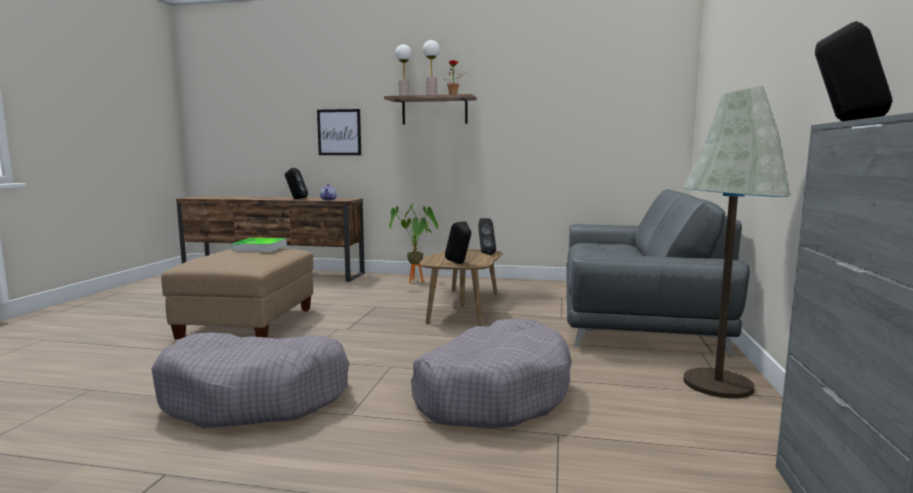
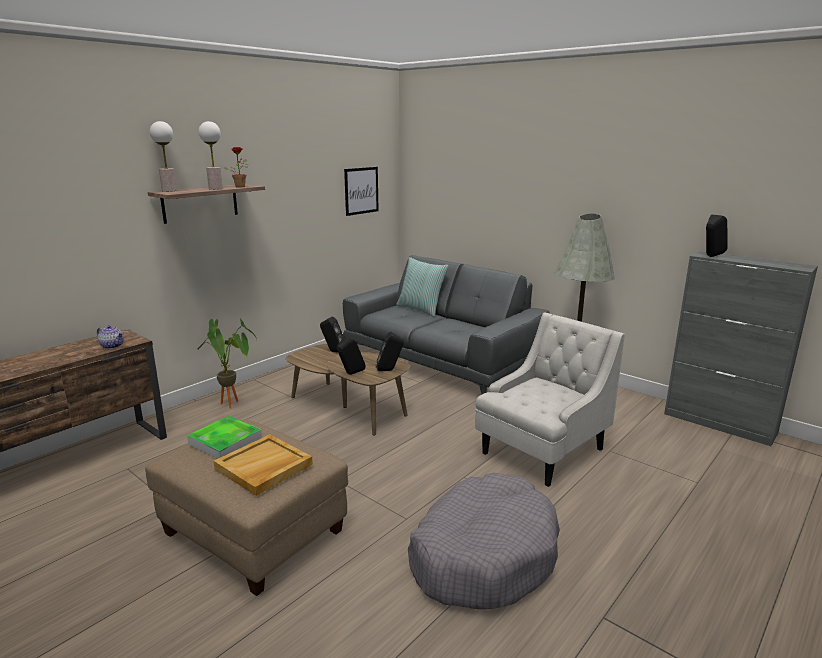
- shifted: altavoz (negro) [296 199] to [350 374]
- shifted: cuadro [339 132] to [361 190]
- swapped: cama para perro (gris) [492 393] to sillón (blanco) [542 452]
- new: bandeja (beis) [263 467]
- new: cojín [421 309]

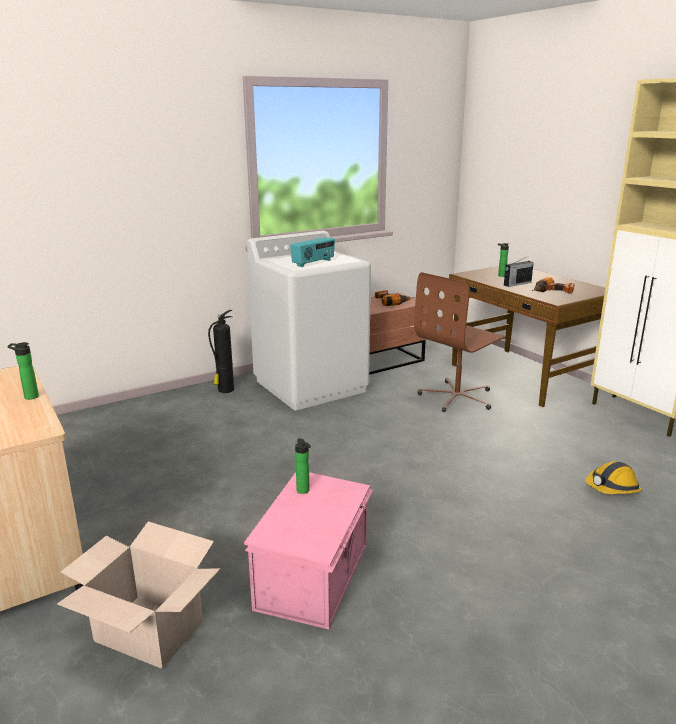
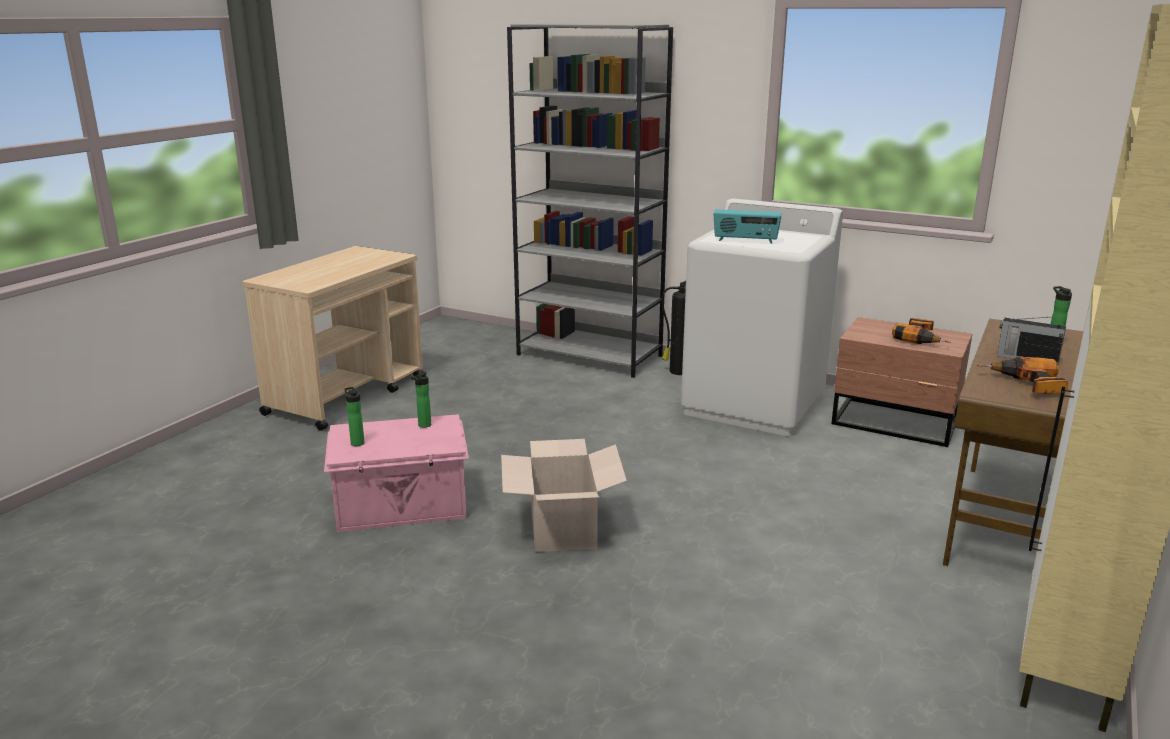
- shifted: botella [29 397] to [356 442]
- shifted: caja de cartón [150 630] to [564 529]
- gone: silla de oficina (marrón) [457 397]
- gone: casco [612 488]
- new: estantería (gris) [590 355]

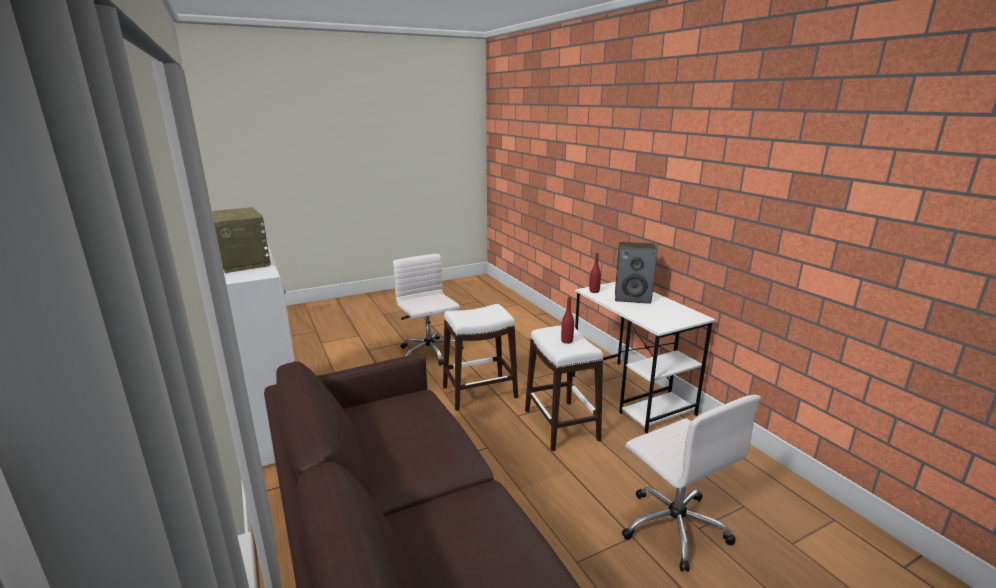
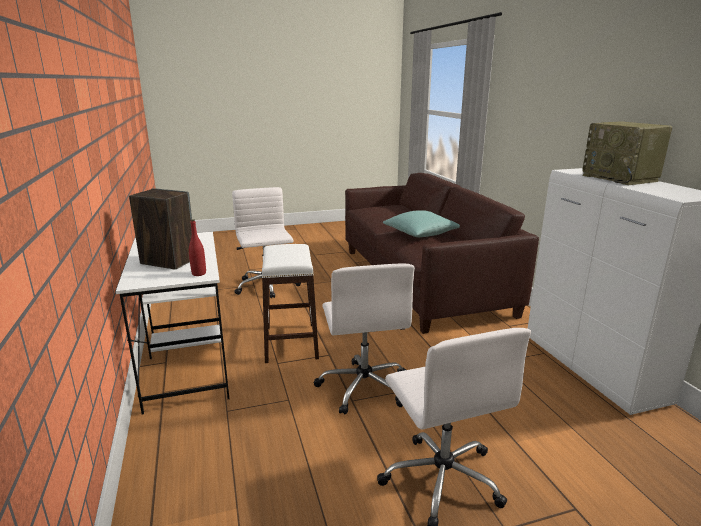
- swapped: taburete (blanco) [479 392] to silla de oficina (blanco) [364 386]
- gone: botella (rojo) [567 341]
- new: cojín (turquesa) [421 233]

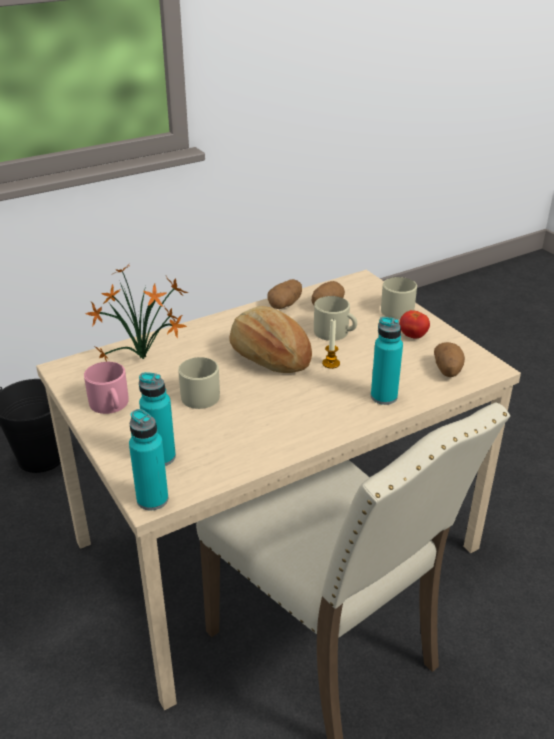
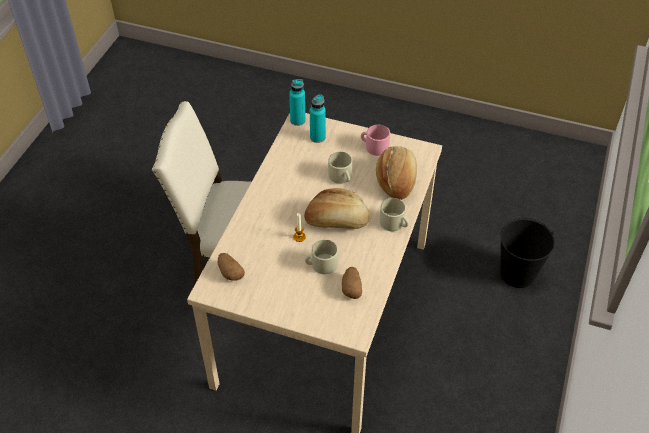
- swapped: planta en maceta [146 359] to pan [396 180]
- gone: patata [285 304]
- gone: botella (turquesa) [384 397]
- shifted: taza grande (beis) [396 309] to [394 223]
- gone: tomate [413 336]

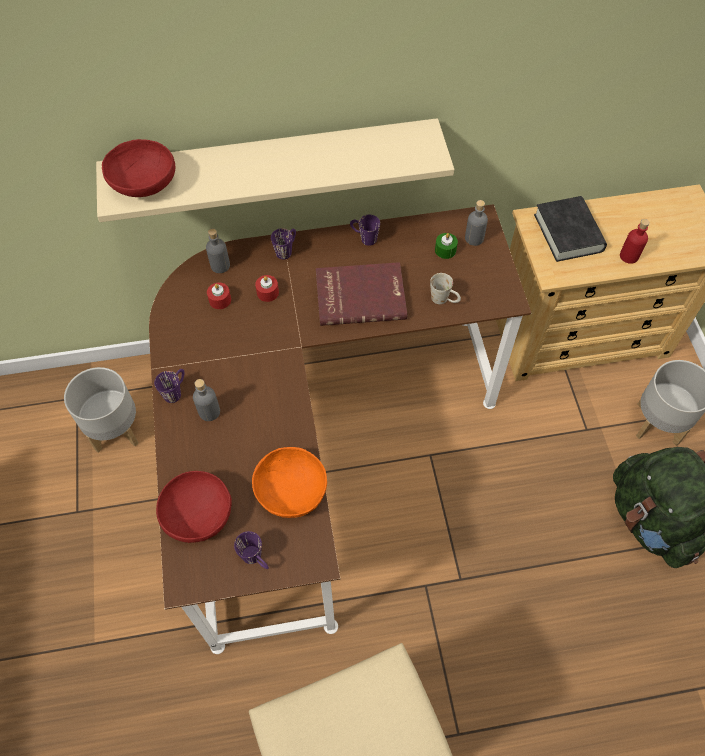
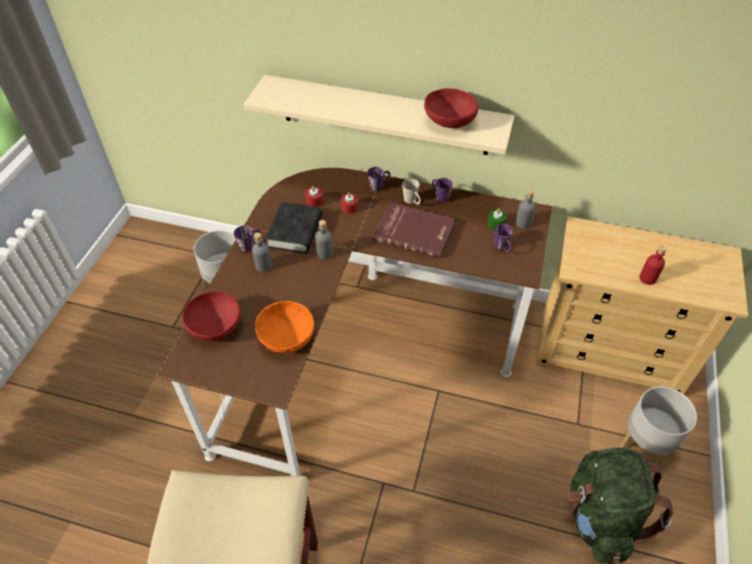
- shifted: cuenco (rojo) [143 185] to [448 122]
- shifted: botella (gris) [220 265] to [325 253]
- shifted: taza grande (morado) [256 559] to [502 248]
- shifted: taza grande (blanco) [444 300] to [412 202]
- shifted: libro (negro) [568 233] to [295 231]

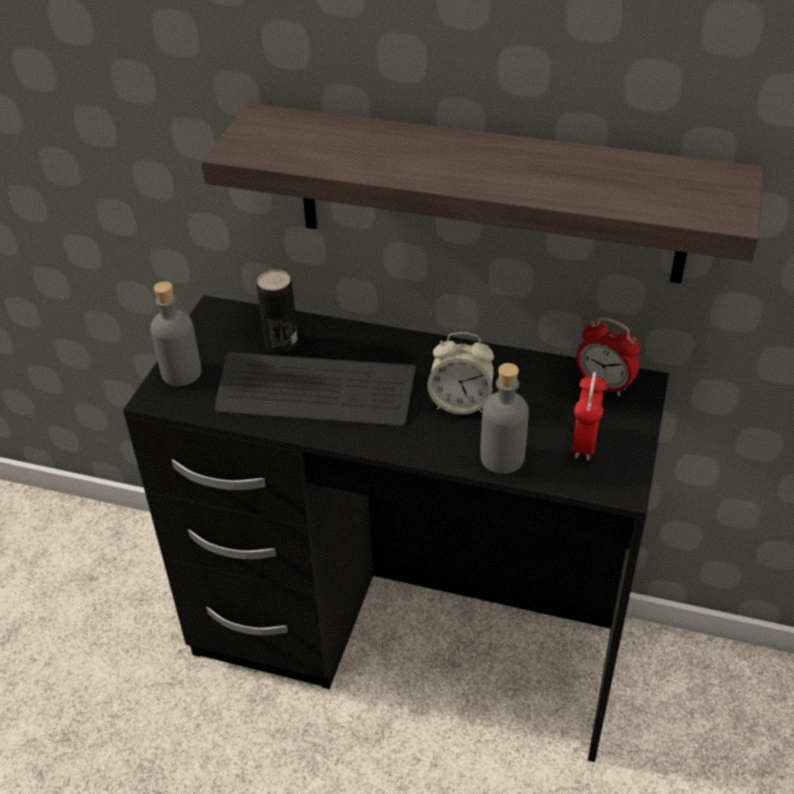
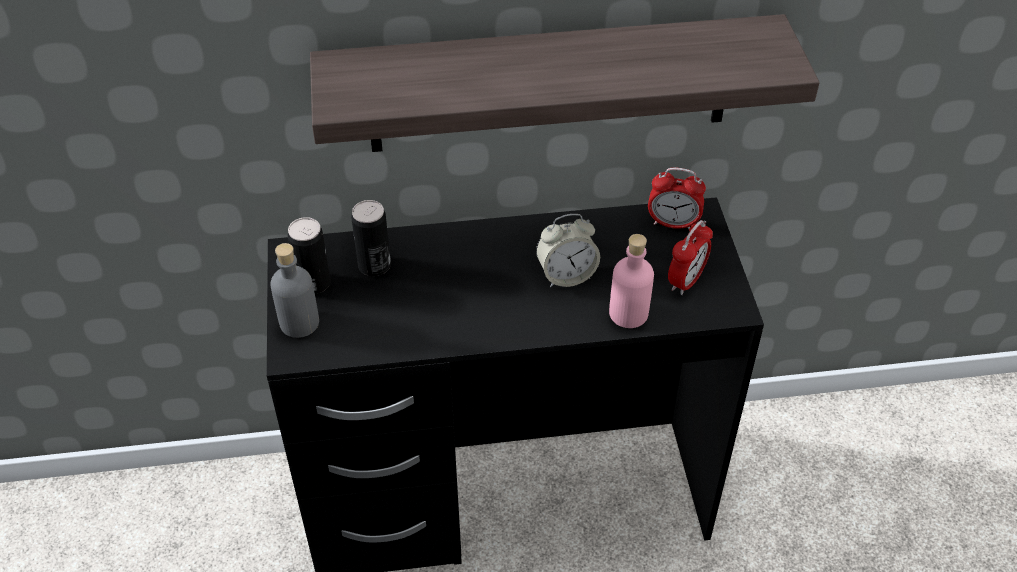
- gone: teclado [315 392]
- repainted: botella (gris) [502 458] to botella (rosa) [628 313]
- rotated: despertador [584 444] = [686 281] 135 degrees counterclockwise
- new: lata [314 283]

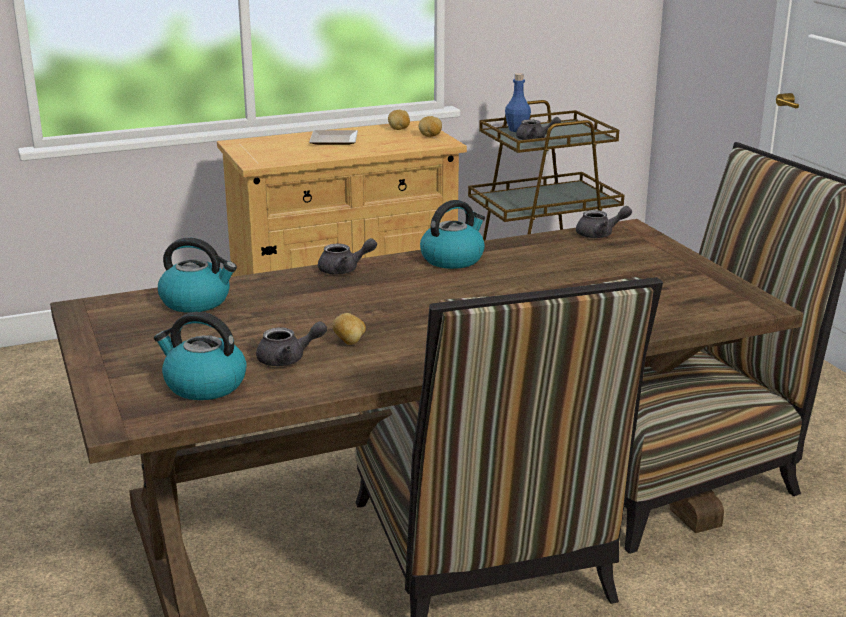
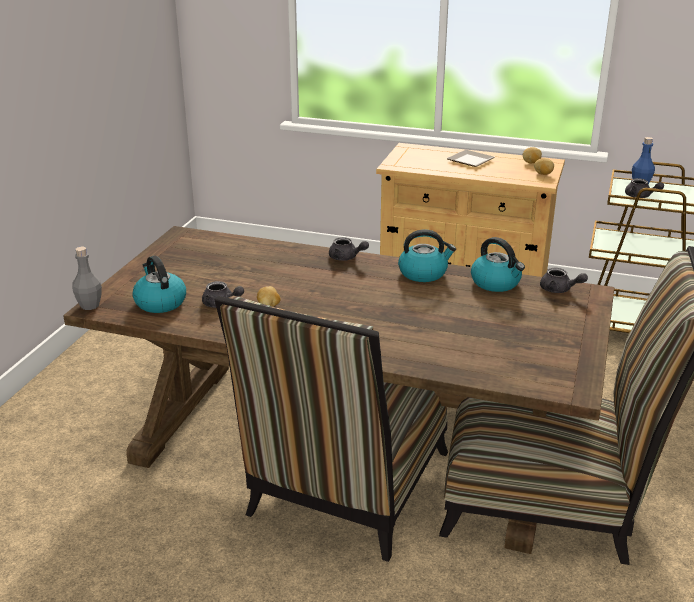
- shifted: hervidor [197 301] to [496 283]
- new: botella (gris) [90 305]

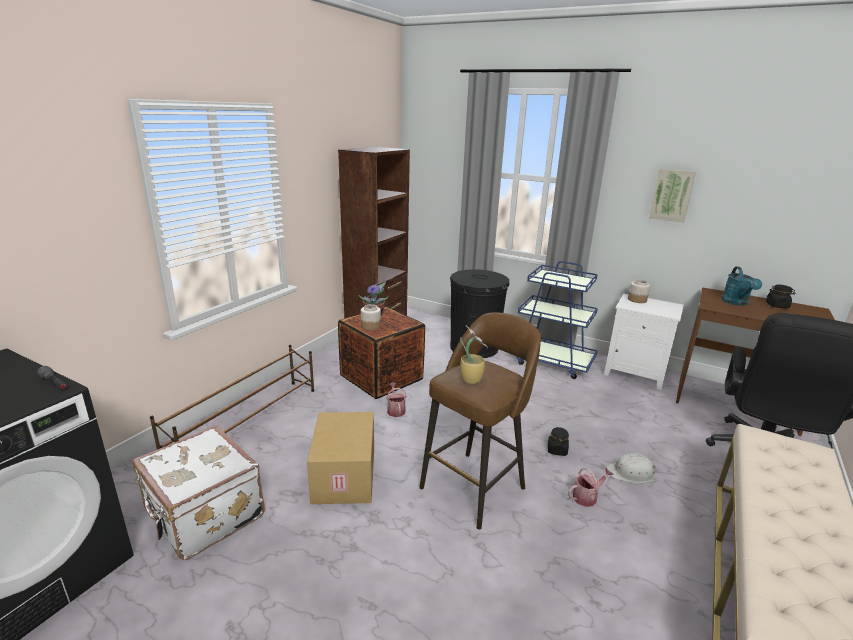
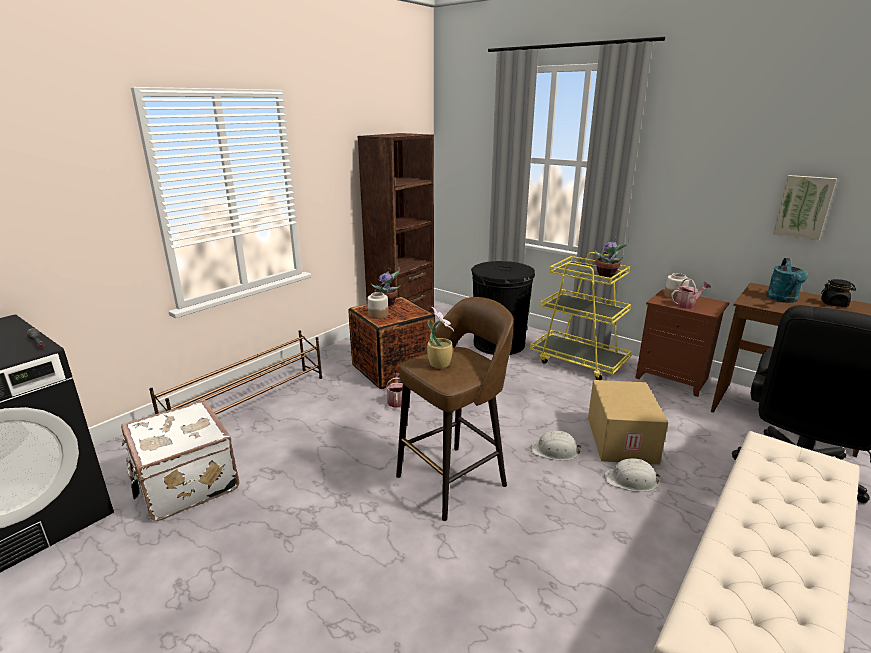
- shifted: caja de cartón [343 475] to [619 439]
- repainted: carrito (azul) [550 361] to carrito (amarillo) [578 362]
- swapped: tarro (negro) [557 450] to casco (blanco) [554 451]
- shifted: regadera [587 497] to [687 305]
- repainted: mesita de noche (blanco) [636 373] to mesita de noche (marrón) [674 378]
- shifted: cuadro [672 195] to [804 207]
- new: planta en maceta [607 275]

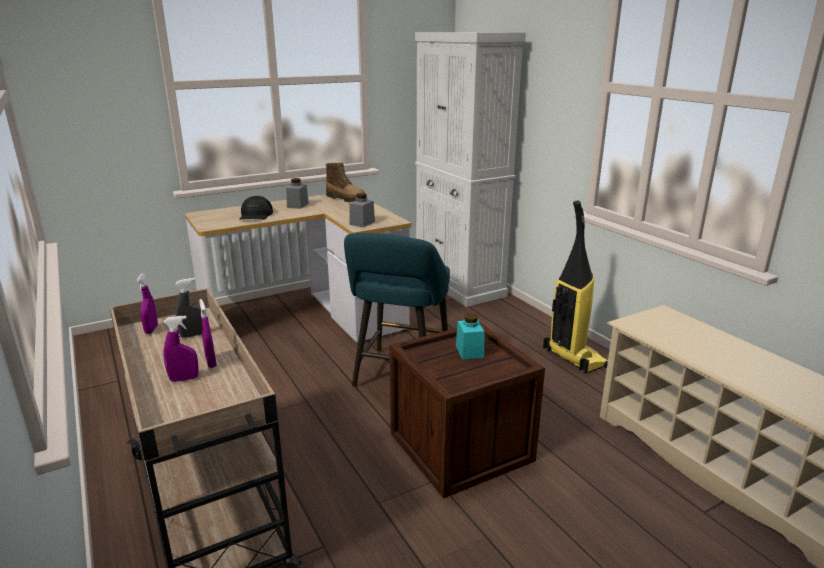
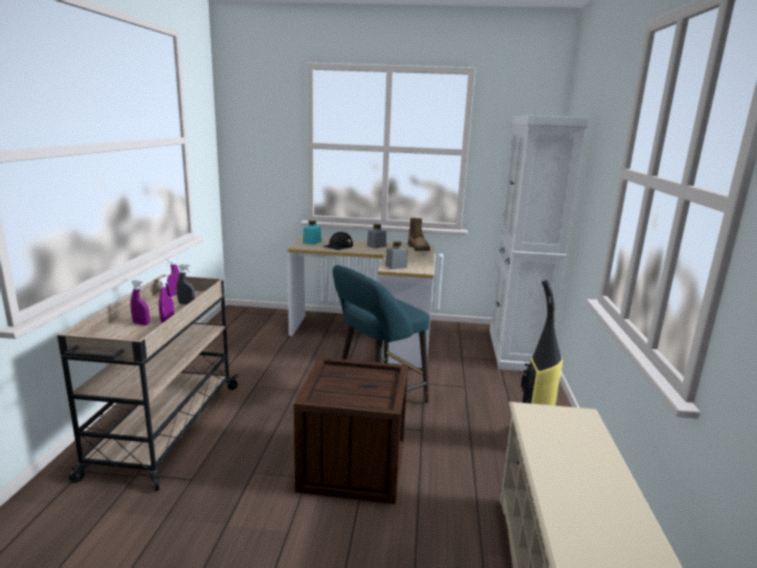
- shifted: tarro (turquesa) [469 351] to [312 242]

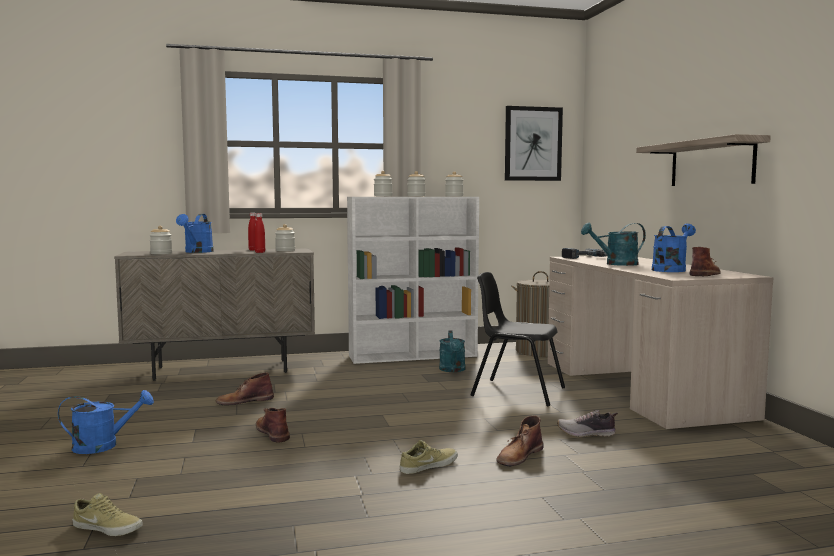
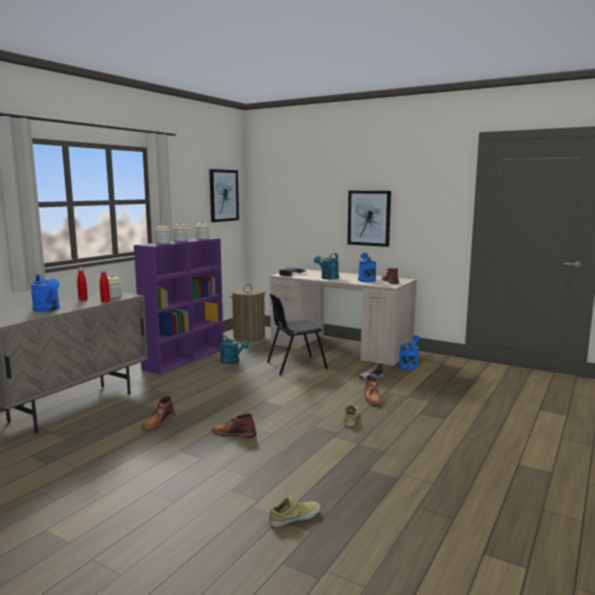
- shifted: regadera (azul) [104 446] to [409 364]
- gone: tarro [161 253]
- repainted: estantería (blanco) [414 356] to estantería (morado) [185 358]
- swapped: estante [711 163] to cuadro [369 218]

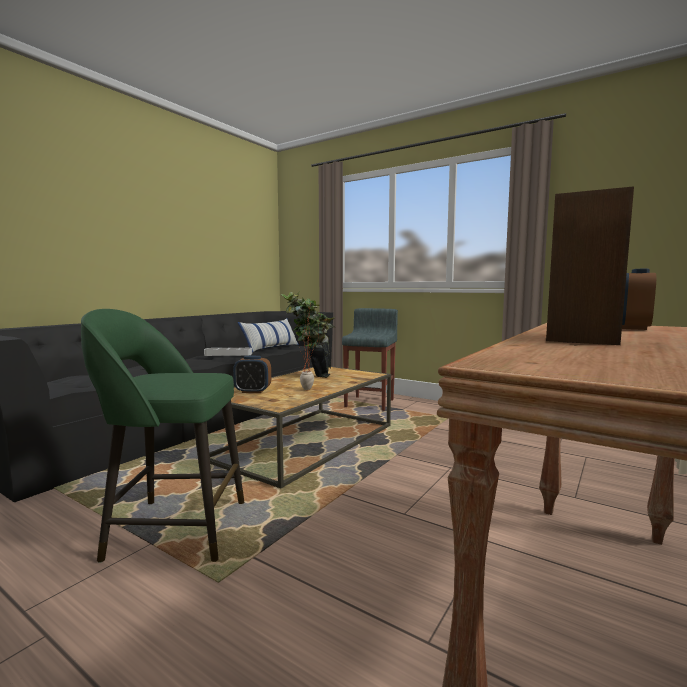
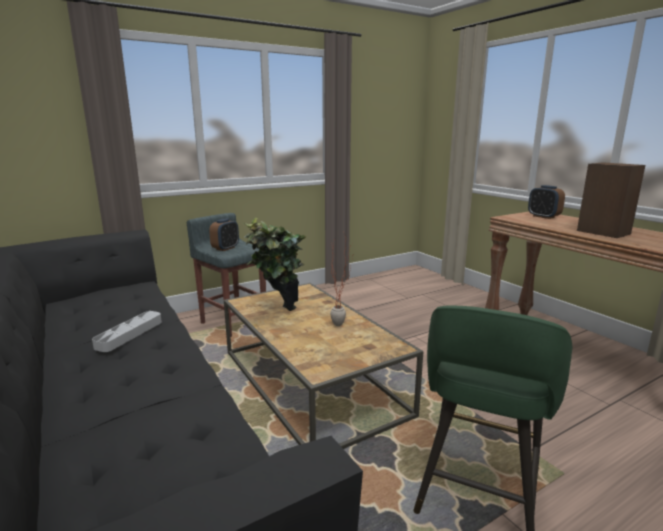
- shifted: despertador [253 391] to [225 248]
- gone: cojín [271 348]

